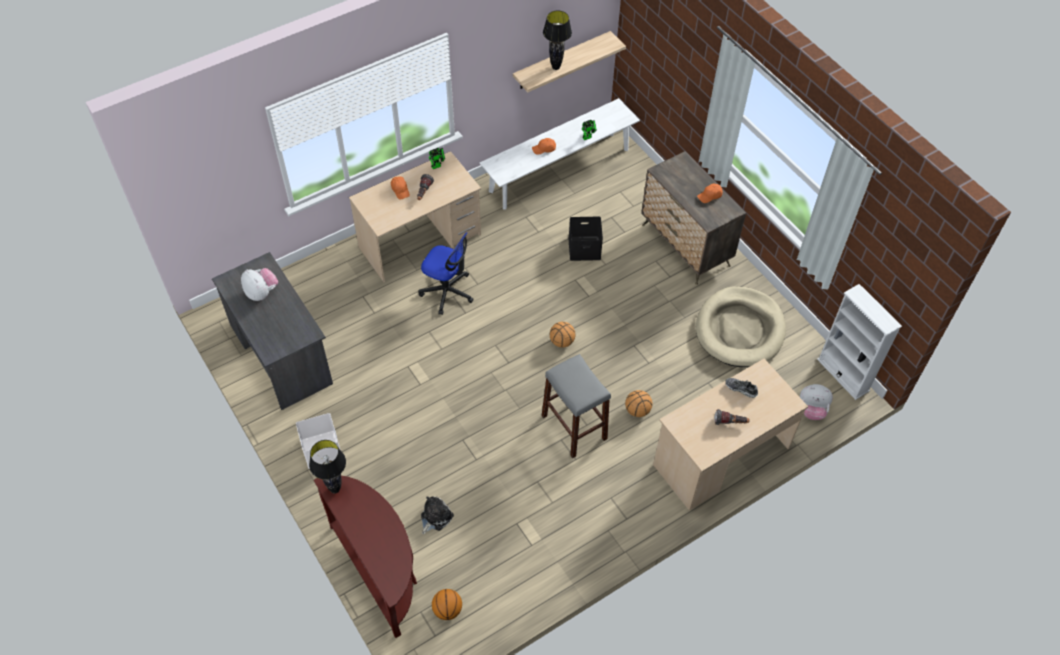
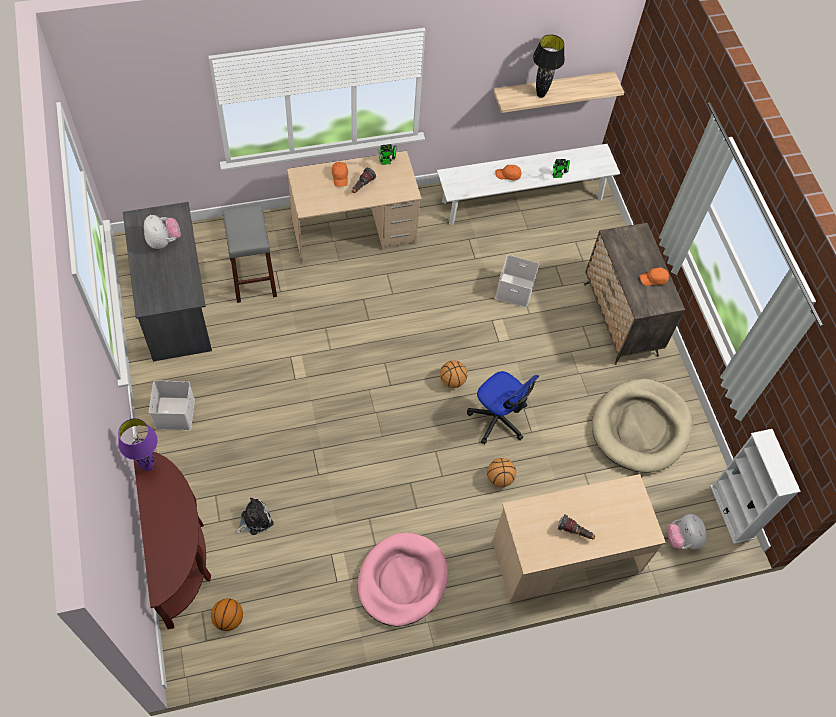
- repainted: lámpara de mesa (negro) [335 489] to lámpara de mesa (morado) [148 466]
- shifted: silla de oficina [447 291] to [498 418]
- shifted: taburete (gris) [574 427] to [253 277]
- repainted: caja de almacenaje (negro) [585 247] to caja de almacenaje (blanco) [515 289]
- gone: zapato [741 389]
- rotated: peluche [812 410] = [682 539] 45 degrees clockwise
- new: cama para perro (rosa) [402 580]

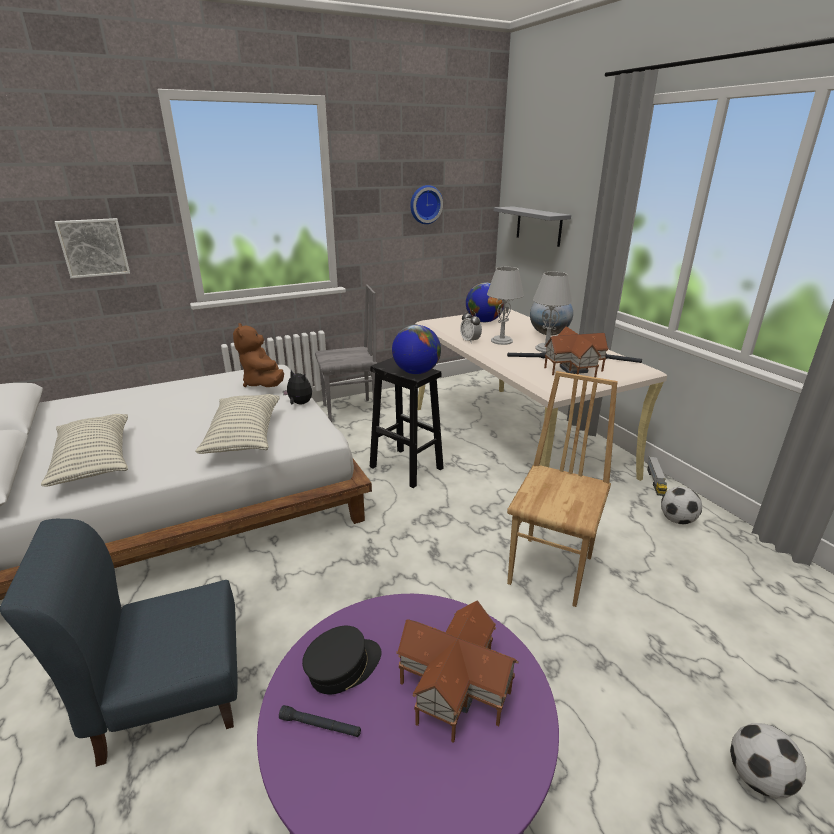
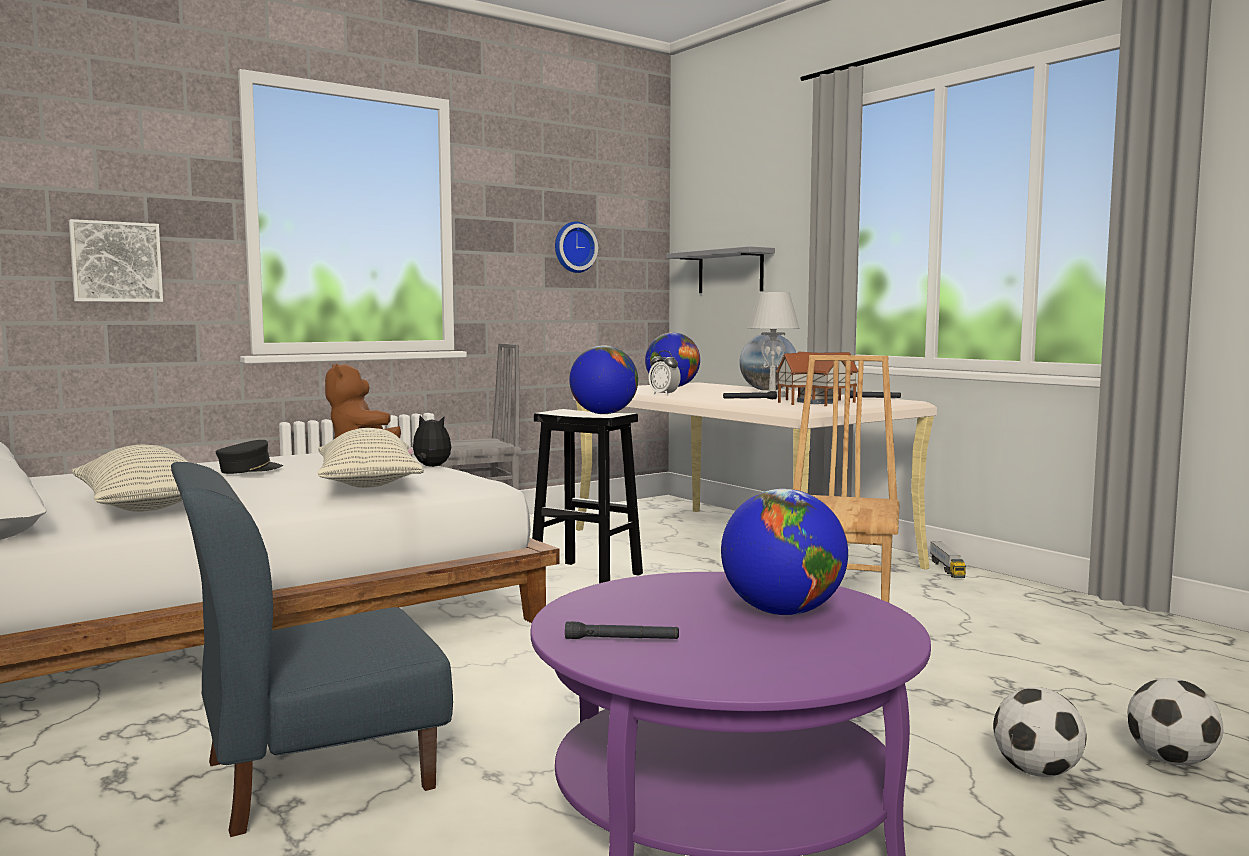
- shifted: gorra (negro) [343 667] to [249 470]
- swapped: casita [457 687] to globo terráqueo [782 612]
- gone: lámpara de mesa (gris) [501 341]
- shifted: balón de fútbol [677 520] to [1036 772]

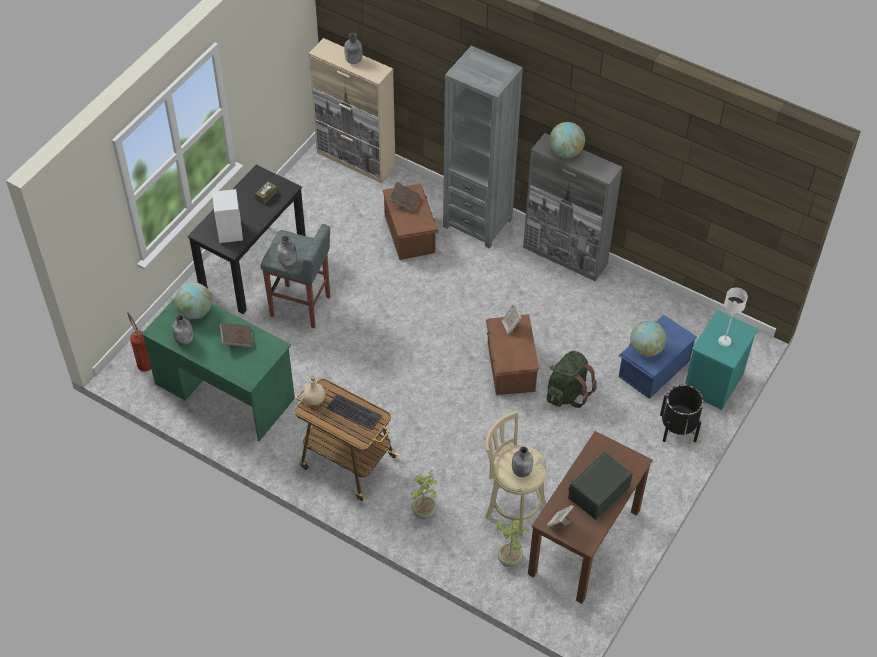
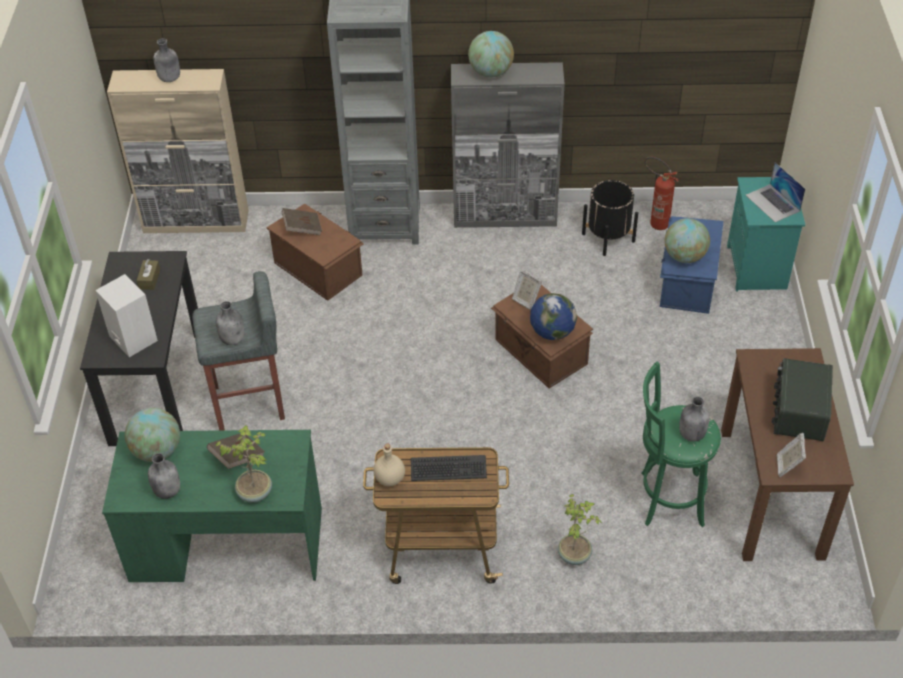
- shifted: extintor [143 362] to [655 222]
- repainted: taburete (beis) [512 508] to taburete (verde) [667 499]
- shifted: planta en maceta [510 558] to [255 492]
- gone: mochila (verde) [567 392]
- shifted: maceta (negro) [678 428] to [608 237]
- swapped: lámpara de mesa (blanco) [724 341] to portátil [773 203]
- new: globo terráqueo [552 332]

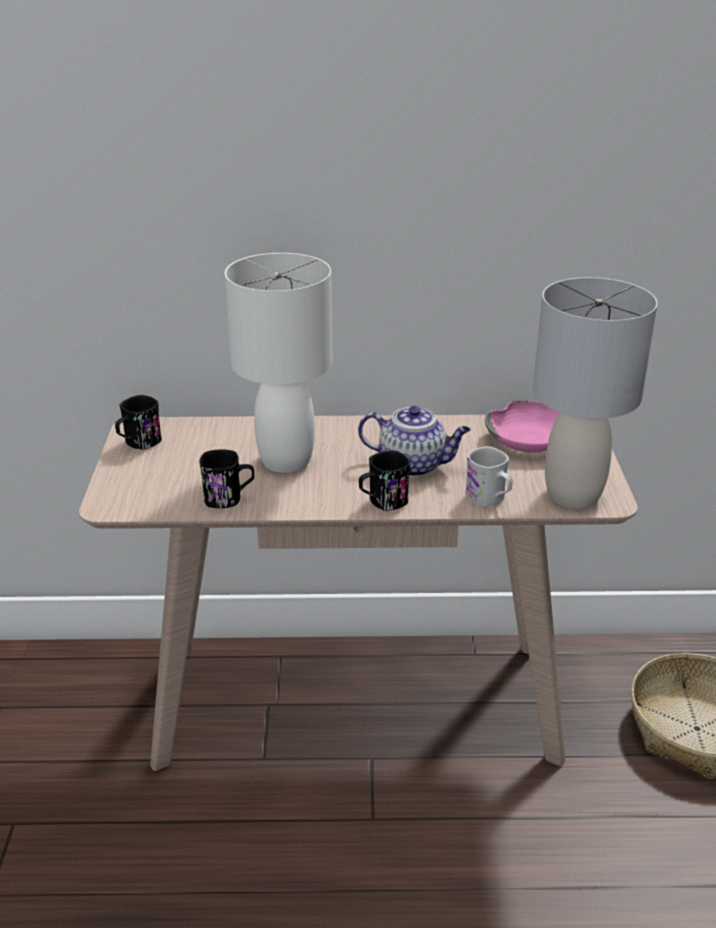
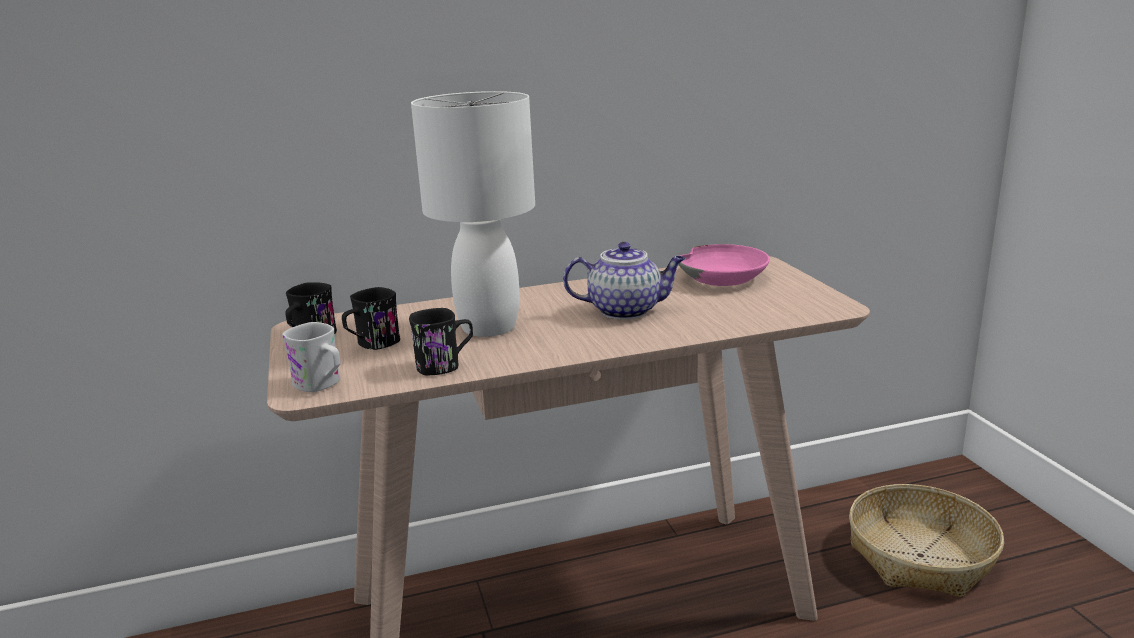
- shifted: taza grande (negro) [382 502] to [372 344]
- shifted: taza grande (blanco) [489 499] to [322 384]
- gone: lámpara de mesa (gris) [573 495]

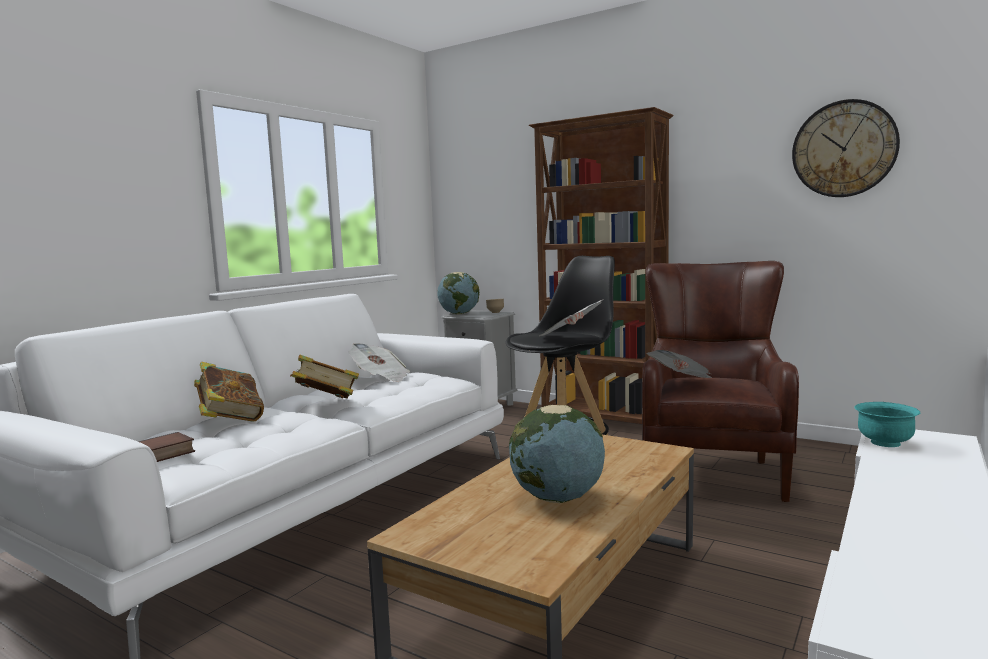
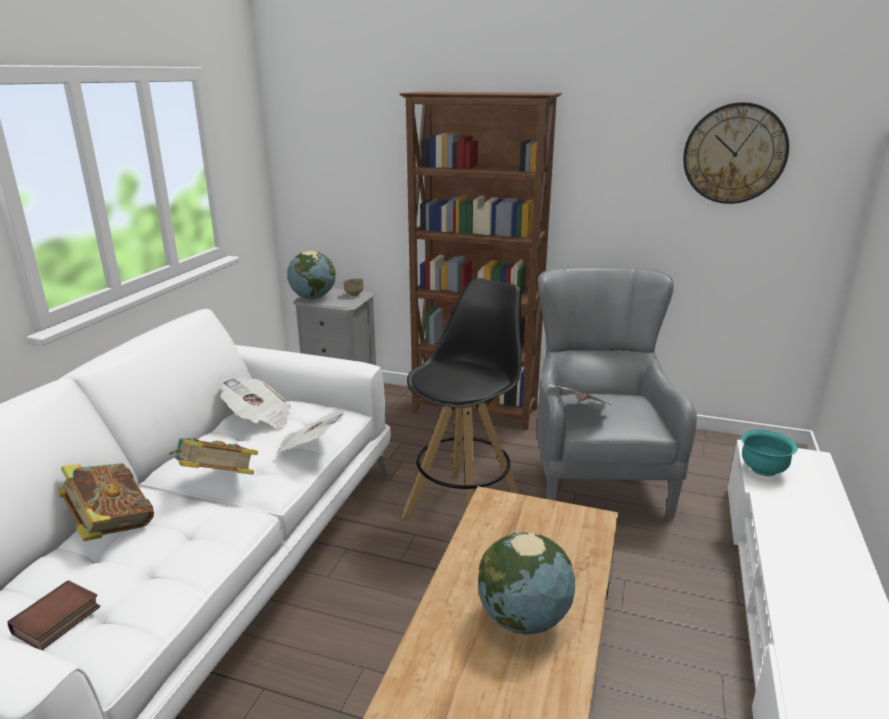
- shifted: periódico [570 337] to [310 448]
- repainted: sillón (marrón) [712 468] to sillón (gris) [596 475]

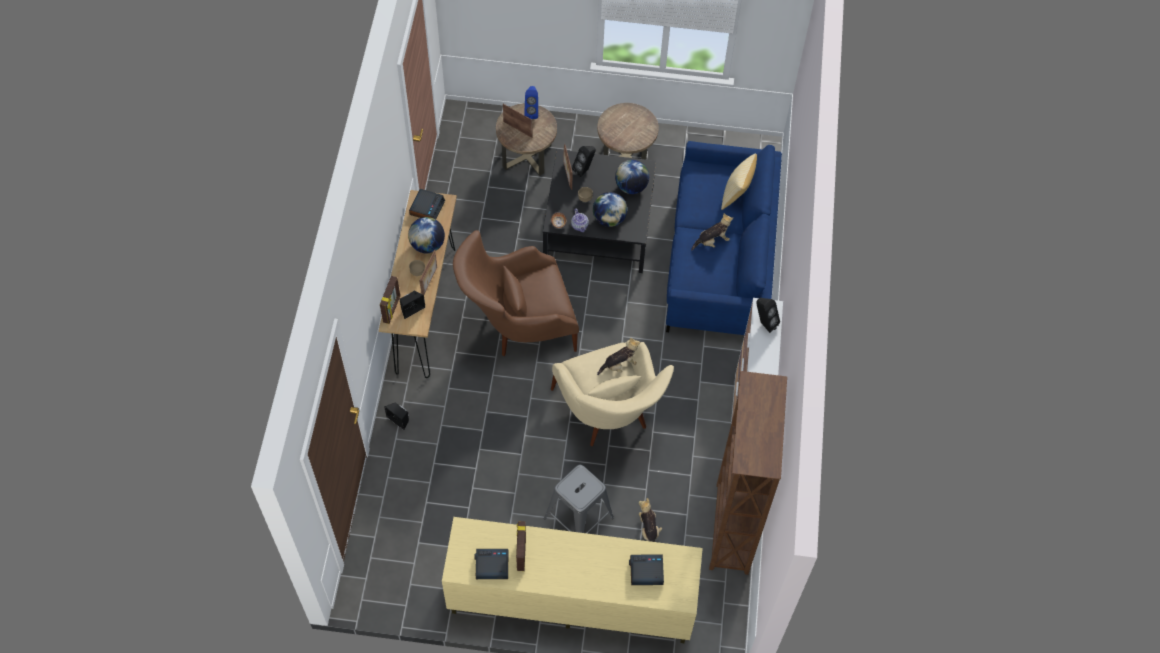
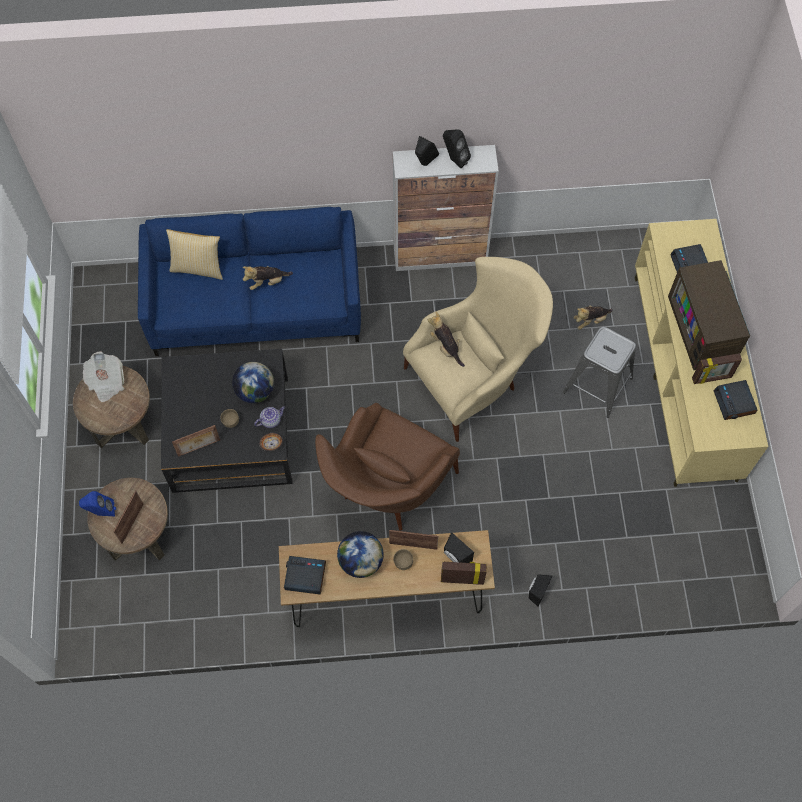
- rotated: sillón (marrón) [517 326] = [386 492] 60 degrees clockwise
- shifted: altavoz (negro) [584 170] to [454 159]
- gone: globo terráqueo [631 187]
- rotated: peluche [712 241] = [267 282] 75 degrees counterclockwise
- gone: estantería (marrón) [730 529]
- new: periódico [106 382]
- new: televisor [704 329]

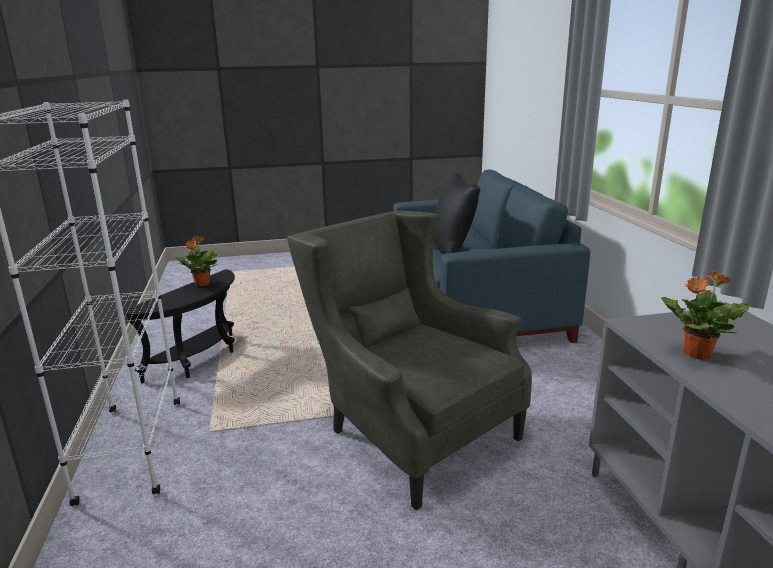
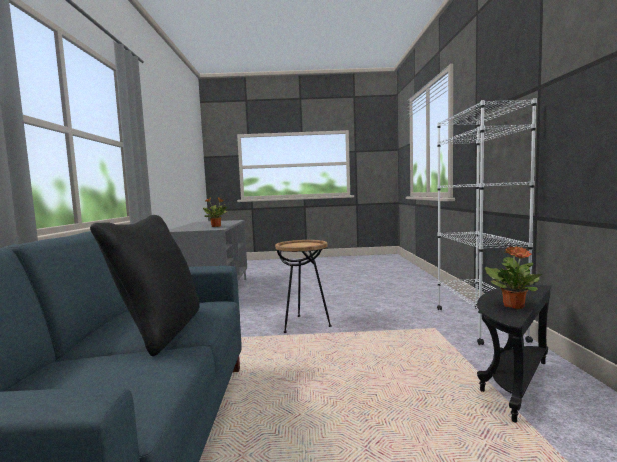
- swapped: sillón (gris) [409 430] to mesa auxiliar (marrón) [304 324]

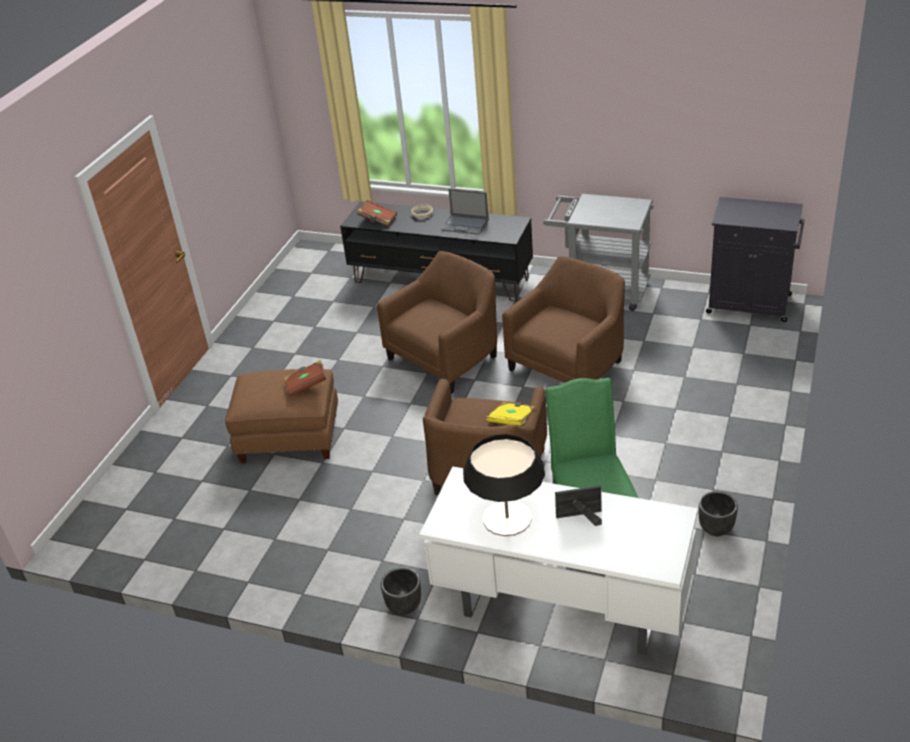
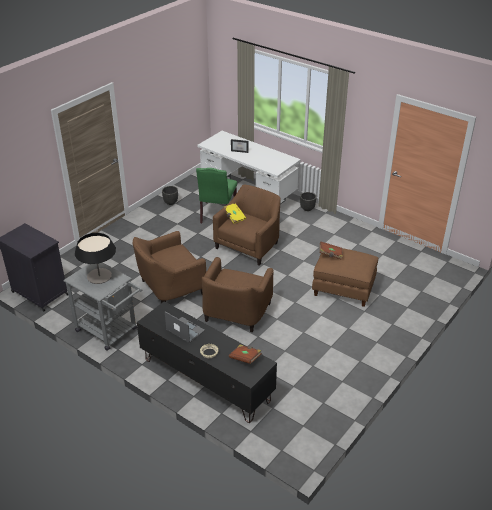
- rotated: sillón (marrón) [446 357] = [235 313] 45 degrees counterclockwise
- shifted: lámpara de mesa [507 518] to [99 276]

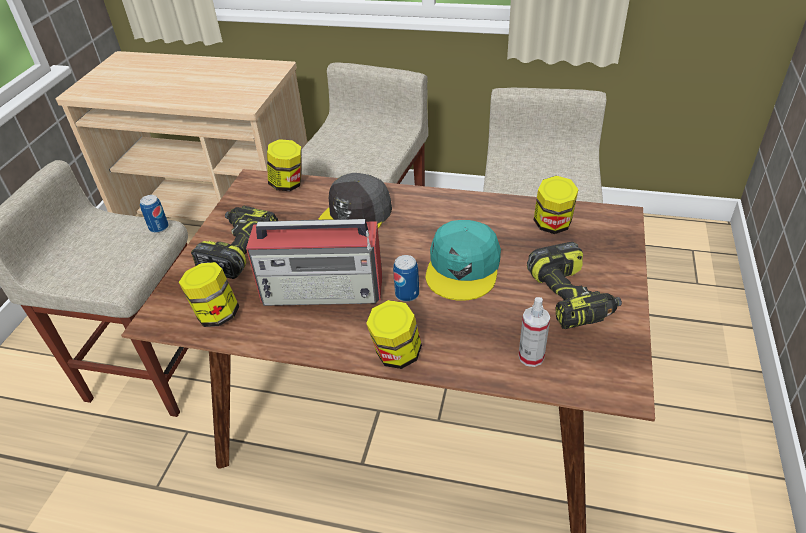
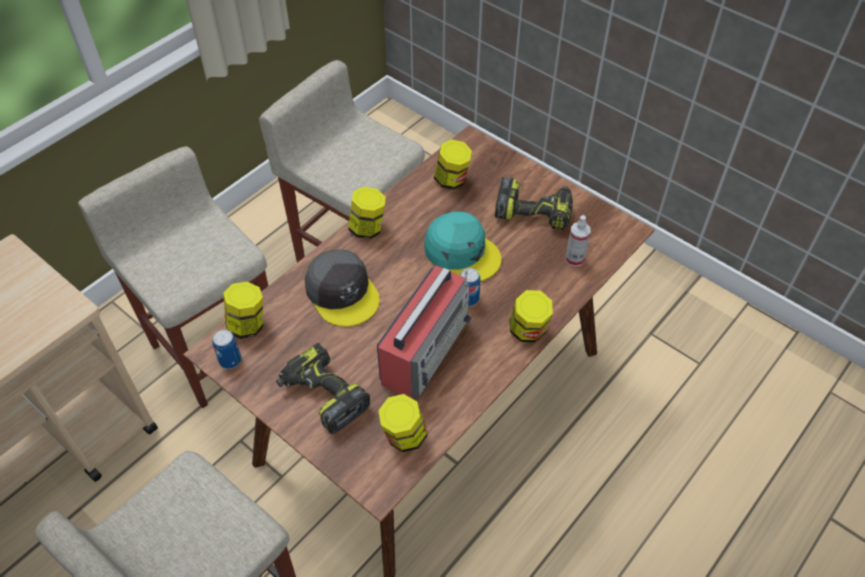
- shifted: lata [159 228] to [230 360]
- new: tarro [368 228]

